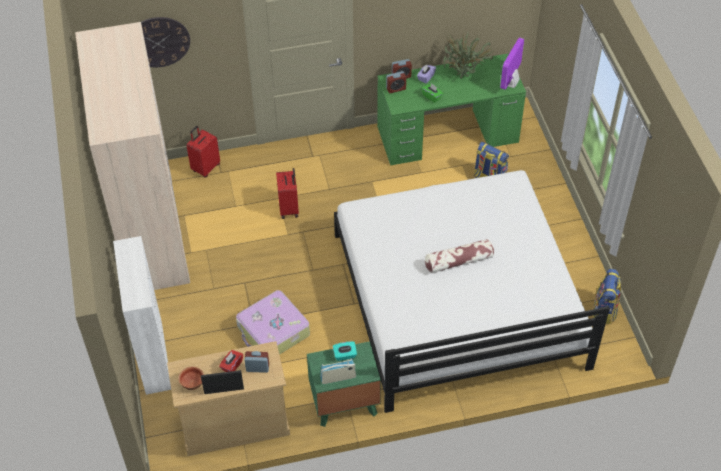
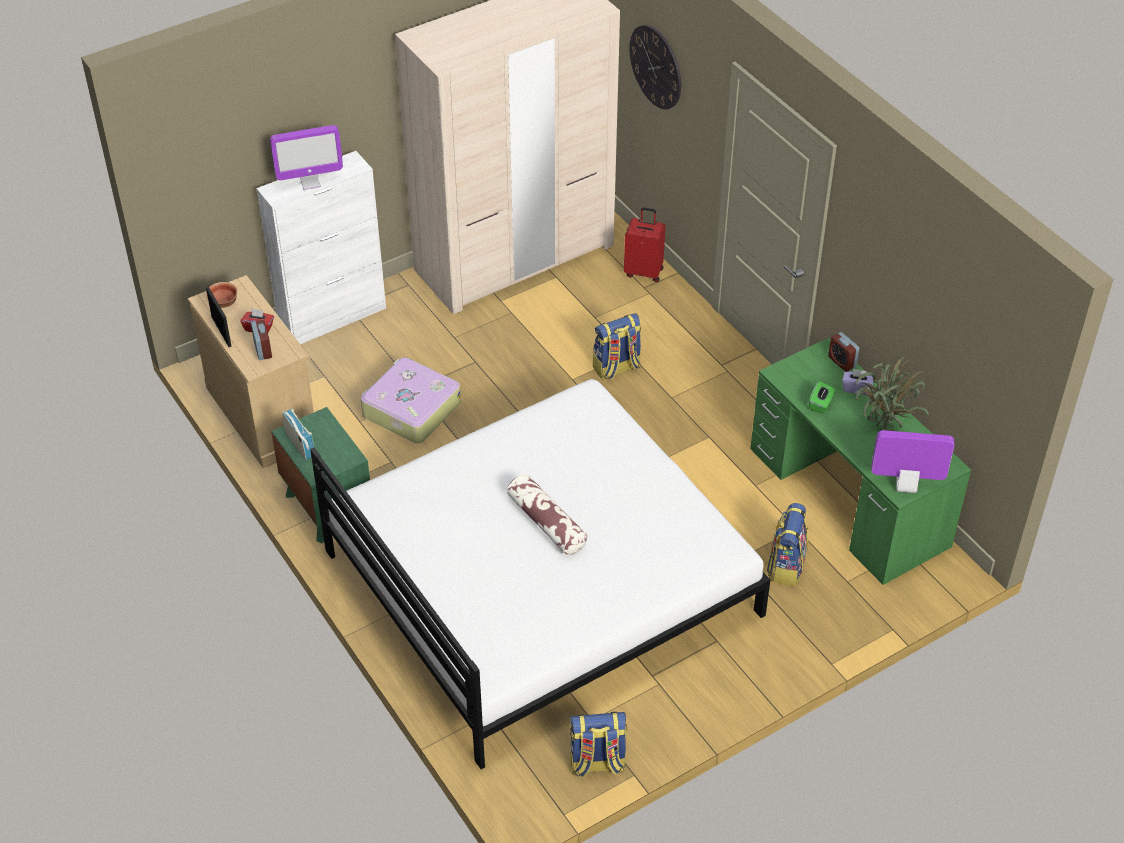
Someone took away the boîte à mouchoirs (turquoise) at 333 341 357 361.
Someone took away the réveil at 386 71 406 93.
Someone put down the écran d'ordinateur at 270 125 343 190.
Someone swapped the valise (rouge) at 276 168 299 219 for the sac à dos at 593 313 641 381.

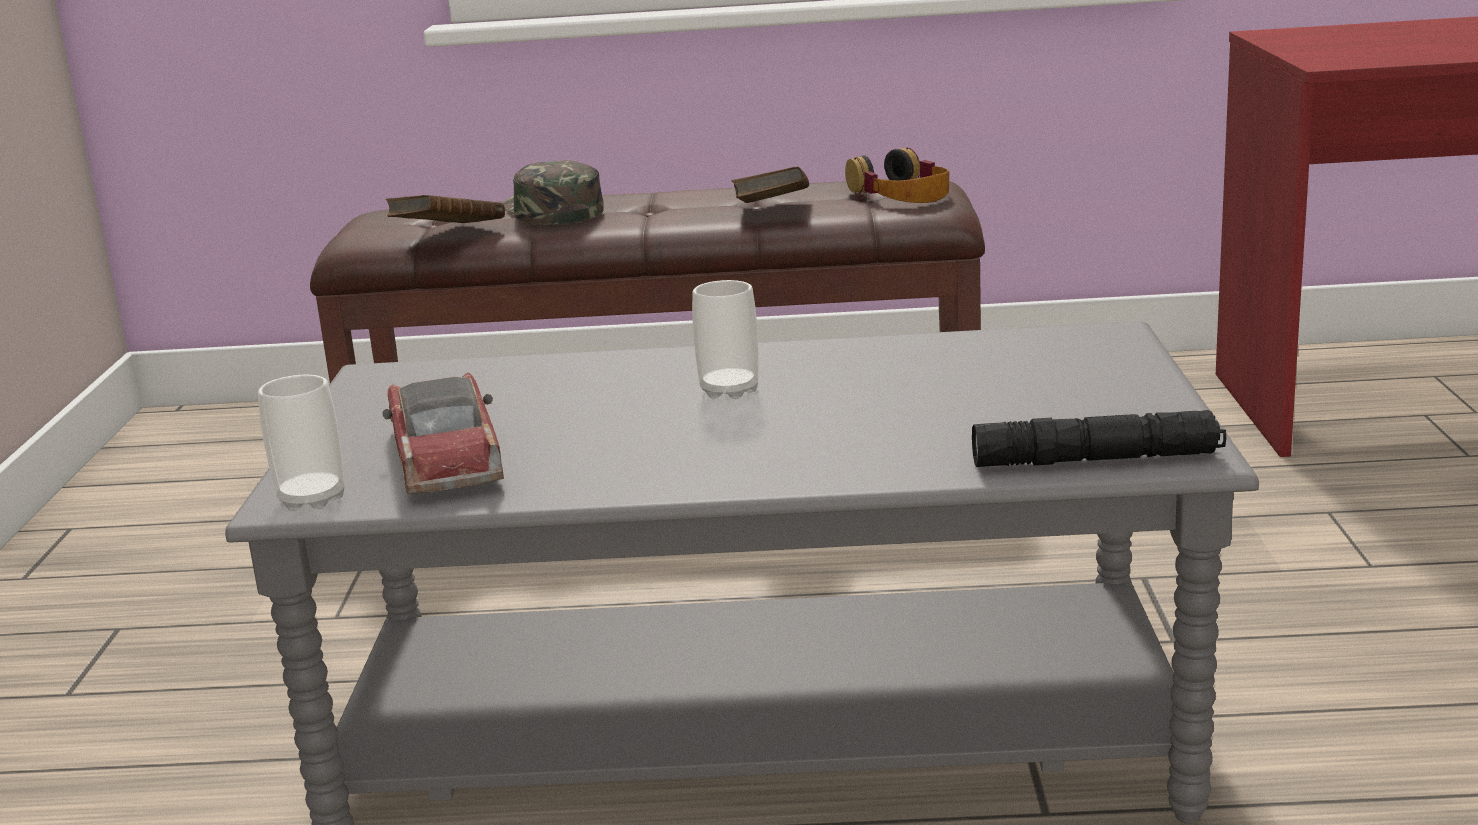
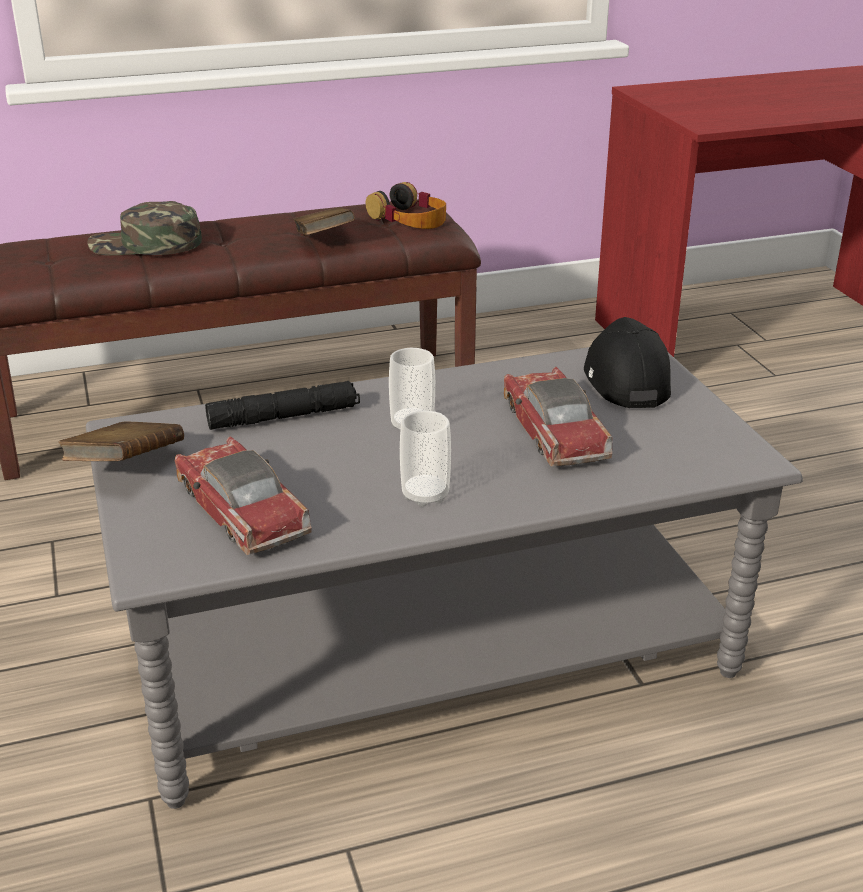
Someone put down the petite voiture at 504 367 613 466.
Someone put down the casquette (noir) at 584 317 671 408.
Someone carried the tasse from 258 375 344 511 to 400 411 451 507.
Someone carried the livre (marron) from 386 195 505 223 to 58 421 184 461.
Someone carried the lampe de poche (noir) from 972 410 1226 467 to 205 381 360 430.
Someone rotated the casquette (vert) at 504 160 604 225 by 45 degrees counterclockwise.

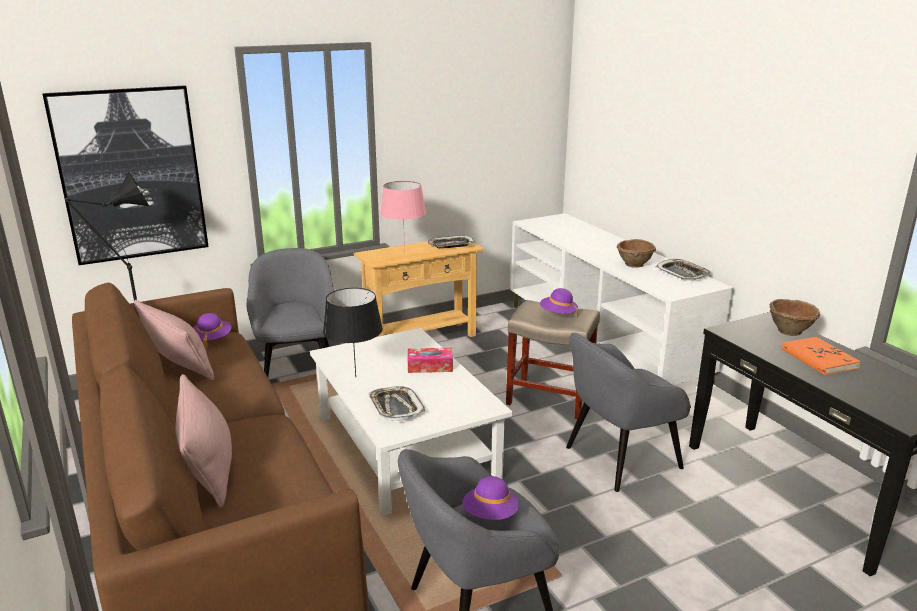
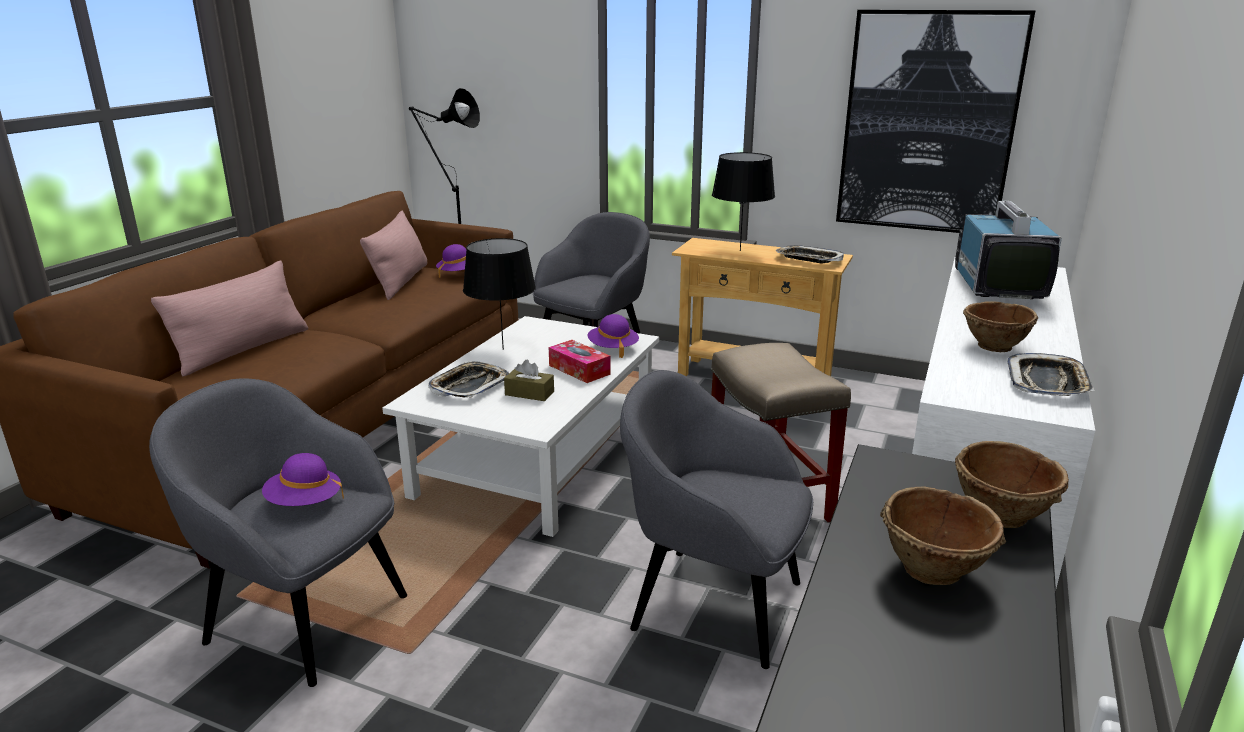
Someone put down the boîte à mouchoirs (marron) at 504 360 554 401.
Someone put down the téléviseur at 955 200 1062 299.
Someone carried the tableau from 42 85 209 265 to 836 10 1036 233.
Someone carried the chapeau (violet) from 540 288 578 317 to 588 314 639 358.
Someone swapped the livre (orange) at 782 337 861 375 for the bol (marron) at 880 487 1006 585.
Someone repainted the lampe de table (rose) at 380 181 426 253, which became the lampe de table (noir) at 712 152 775 251.

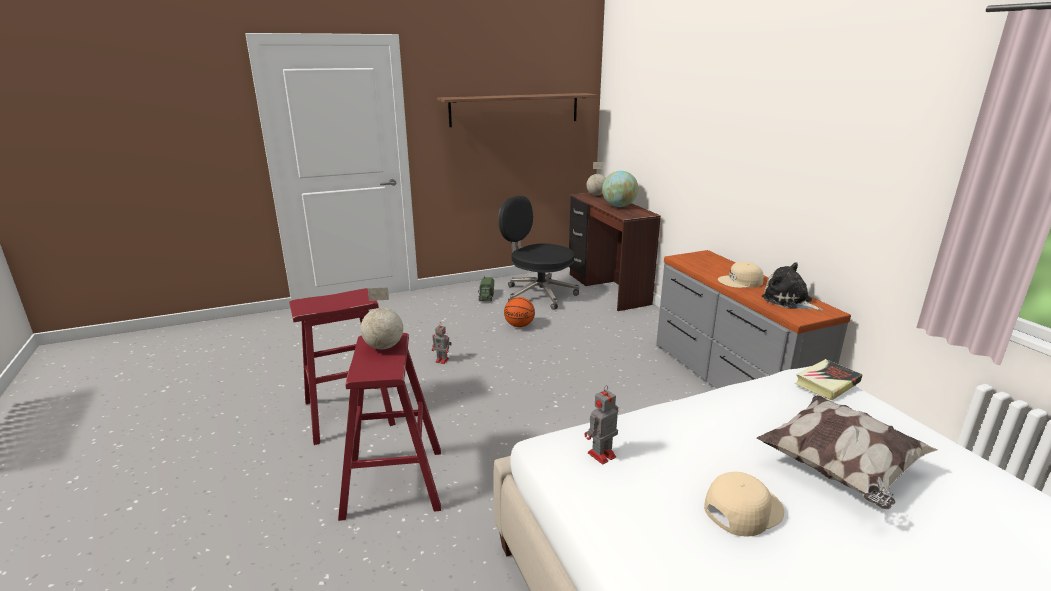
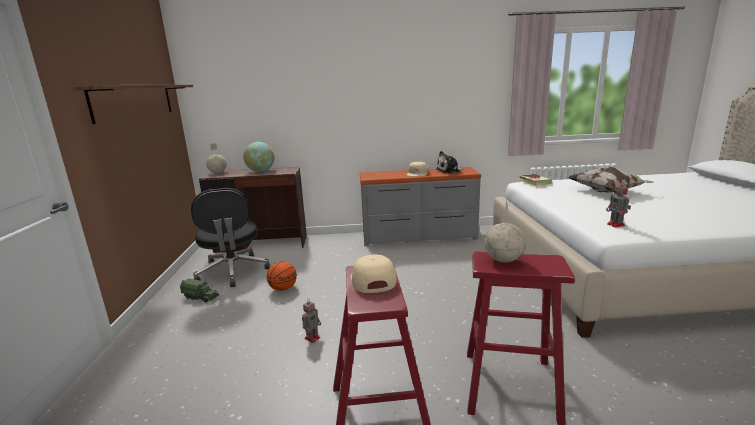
Someone carried the casquette (beige) from 704 472 784 537 to 350 255 396 293.
Someone rotated the chaise de bureau (noir) at 498 196 579 310 by 75 degrees counterclockwise.

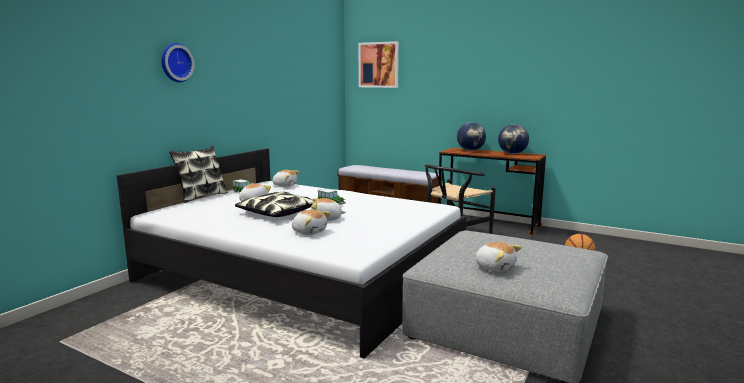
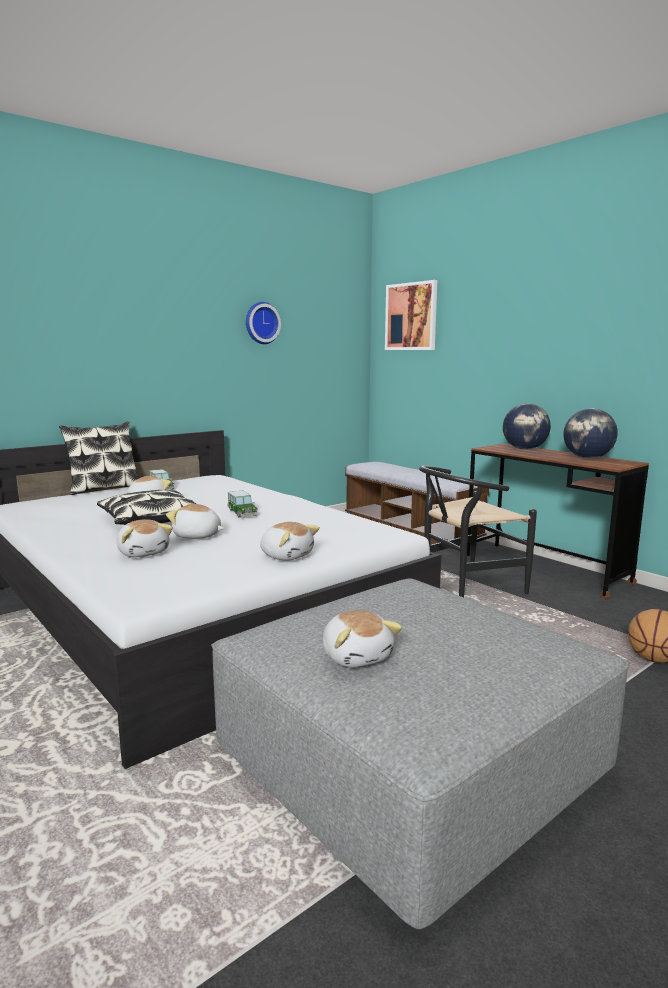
Someone carried the horloge murale from 161 43 194 82 to 246 302 281 344.
Someone carried the peluche from 272 170 299 187 to 260 522 320 561.

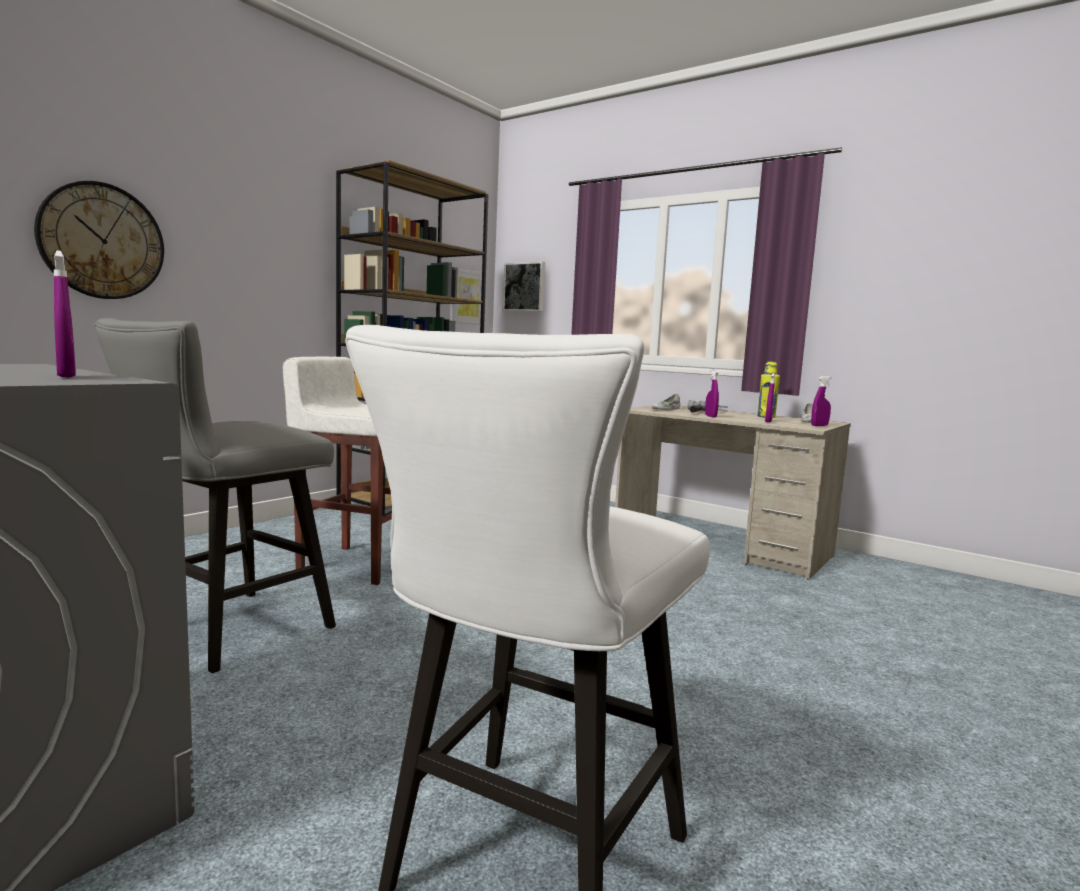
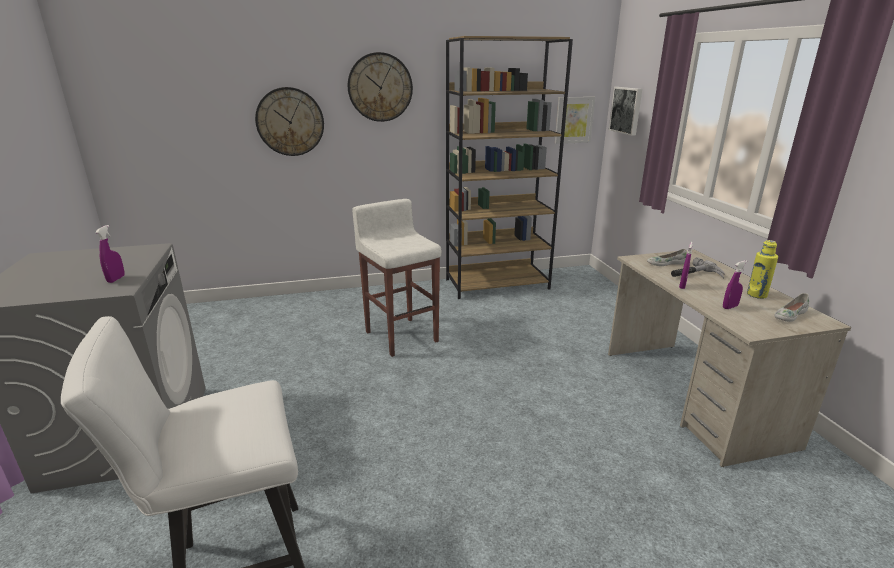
Someone took away the tabouret (gris) at 95 318 336 673.
Someone took away the vaporisateur (violet) at 811 376 832 426.
Someone put up the horloge murale at 348 52 413 122.

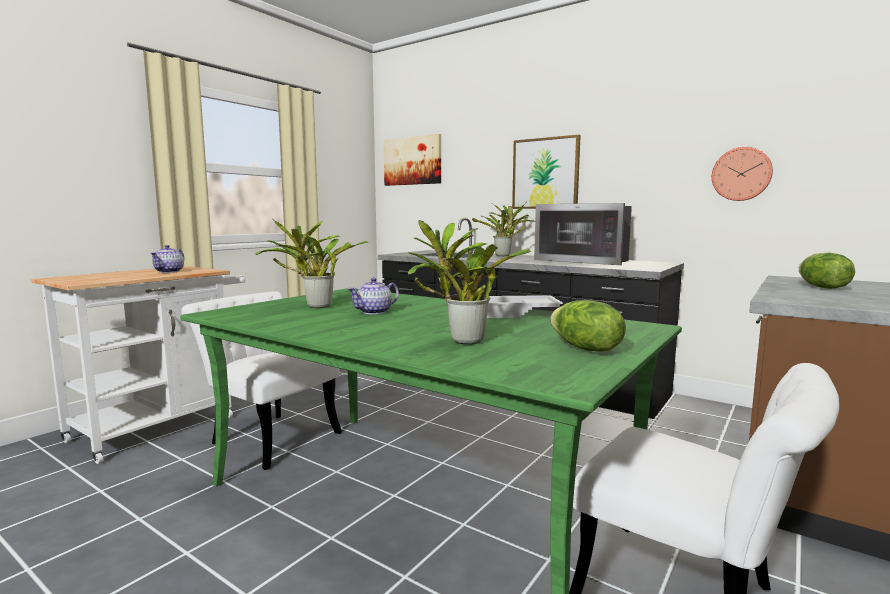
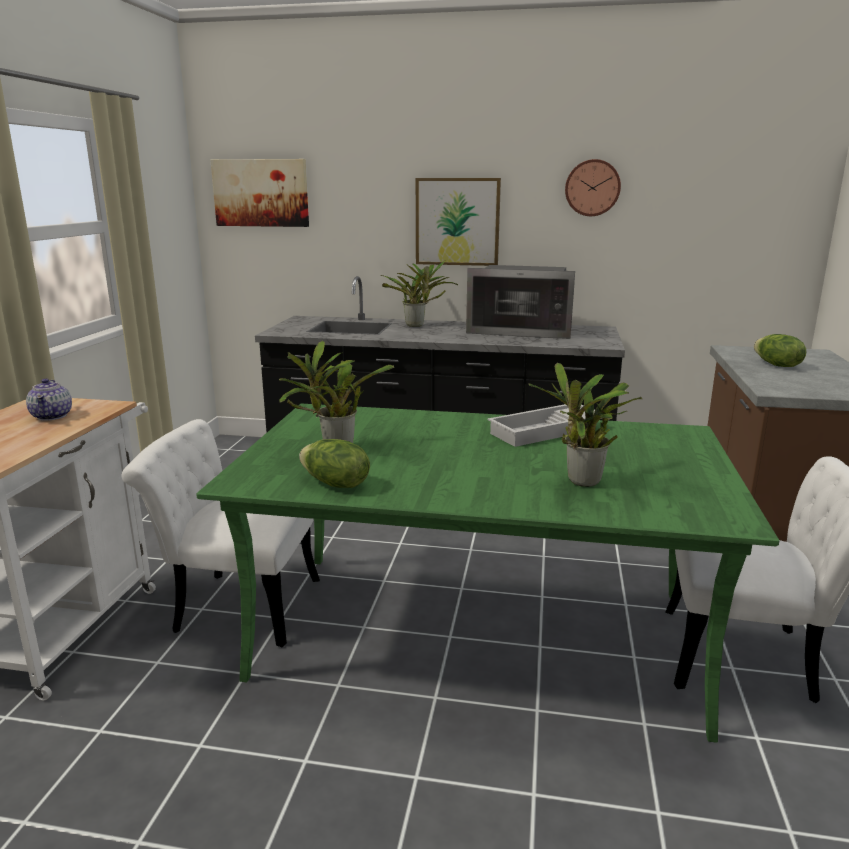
Someone took away the théière at 348 278 399 314.
Someone carried the laitue from 550 300 626 351 to 299 439 370 488.
Someone carried the horloge murale from 712 147 773 201 to 565 159 621 216.

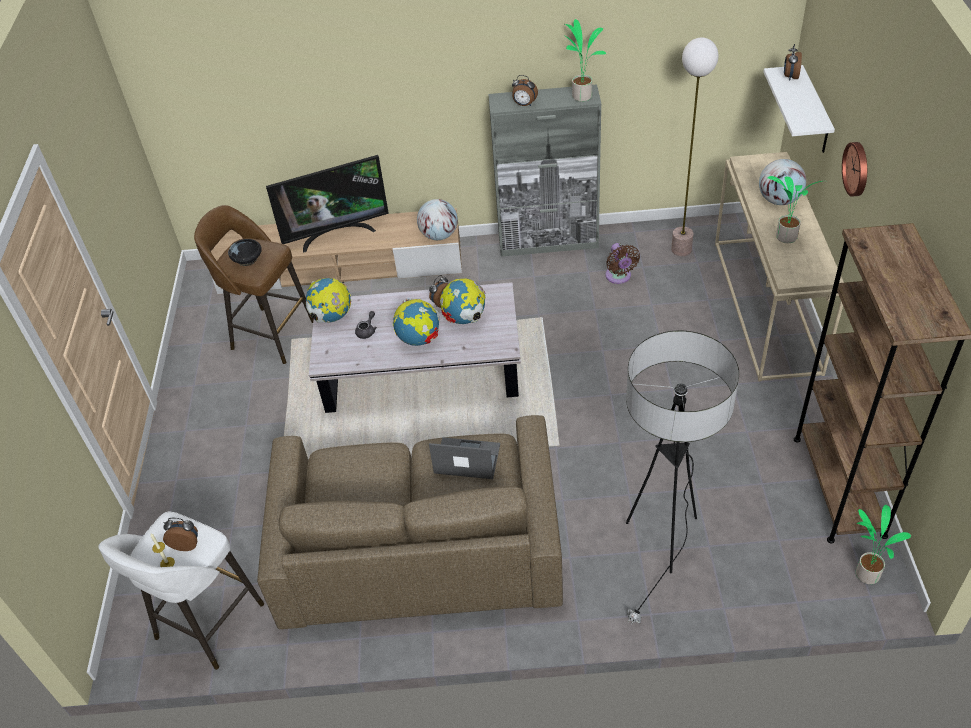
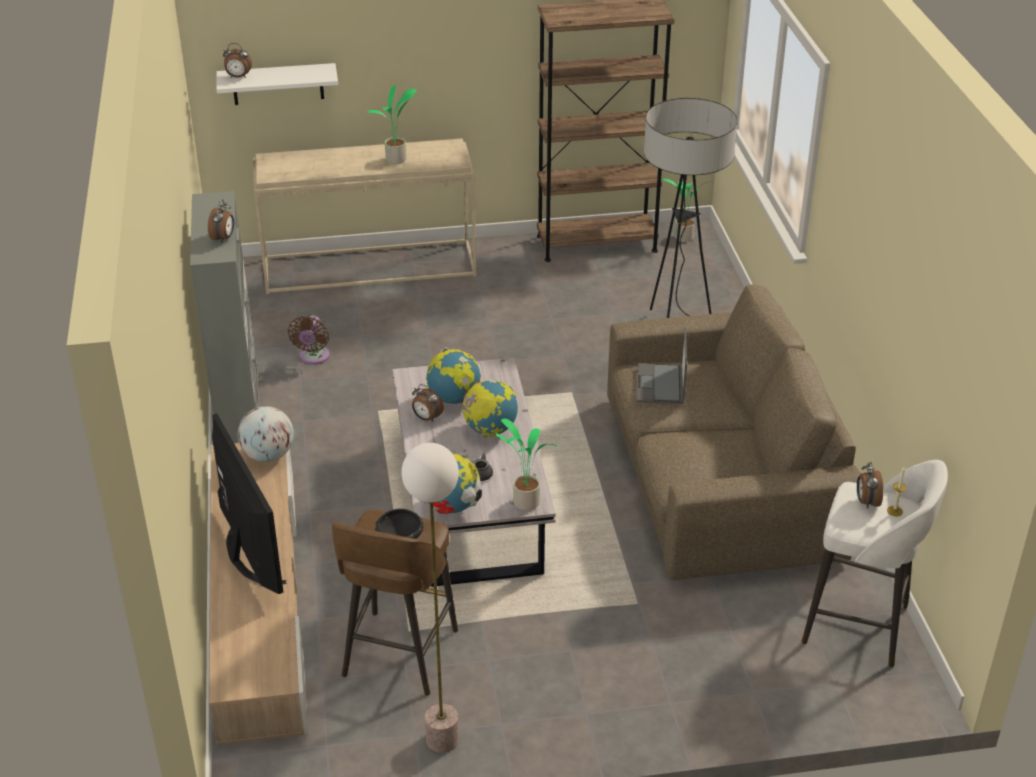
Someone took away the globe at 759 159 806 205.
Someone took away the horloge murale at 842 142 867 197.
Someone carried the plante en pot from 563 19 606 102 to 494 419 557 511.
Someone carried the lampadaire from 671 37 719 256 to 401 443 459 753.
Someone rotated the ventilateur (marron) at 606 243 640 284 by 120 degrees clockwise.

